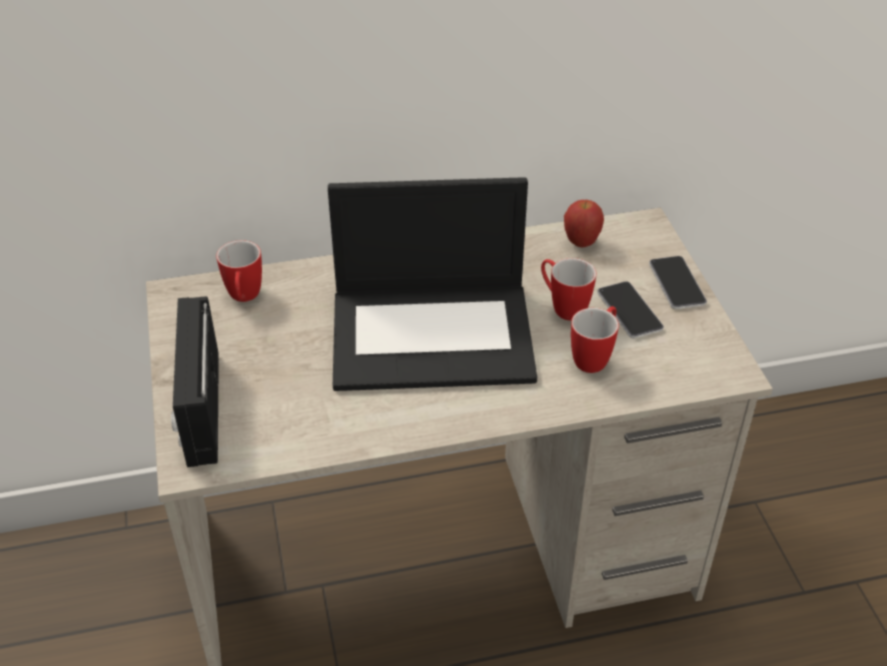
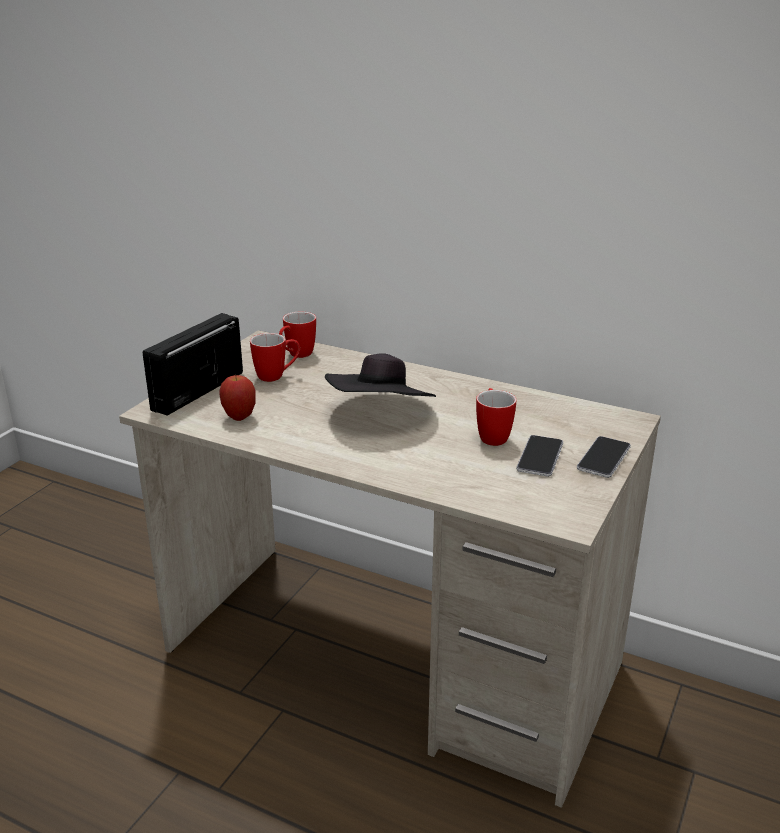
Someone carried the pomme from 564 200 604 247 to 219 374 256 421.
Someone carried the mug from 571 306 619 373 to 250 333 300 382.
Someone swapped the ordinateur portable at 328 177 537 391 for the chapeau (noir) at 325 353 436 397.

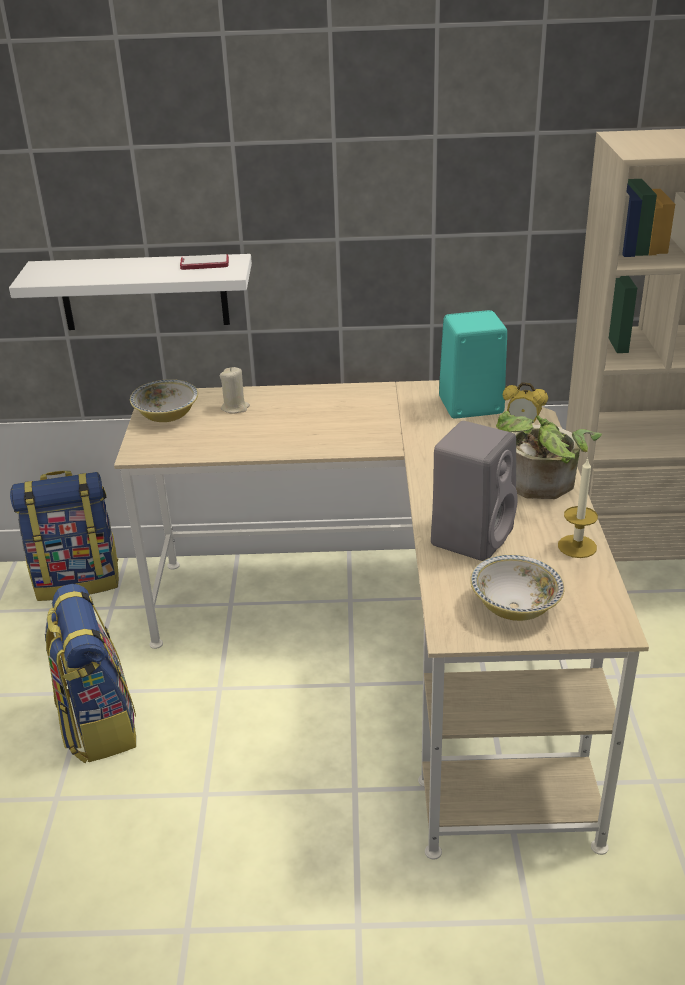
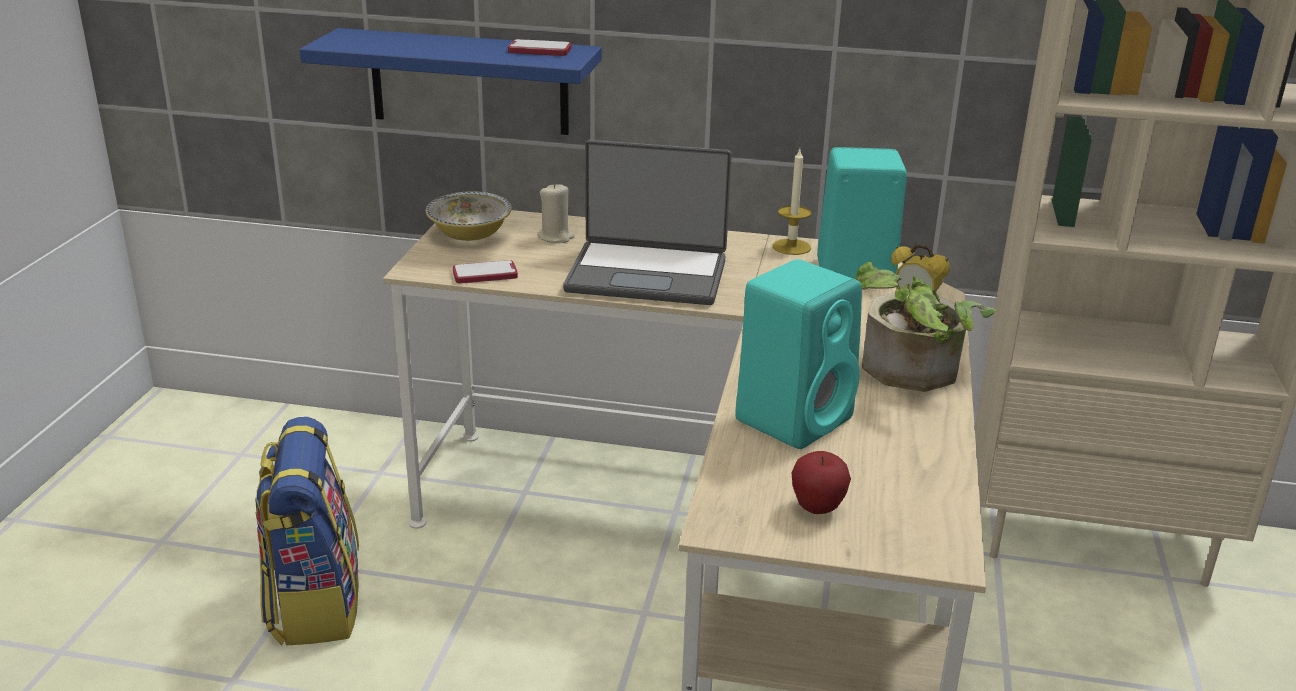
Someone took away the sac à dos at 10 470 119 601.
Someone put down the téléphone at 453 260 518 284.
Someone put down the ordinateur portable at 563 140 732 305.
Someone carried the bougie from 558 458 598 558 to 773 149 811 255.
Someone swapped the bol at 470 555 565 621 for the pomme at 791 451 851 514.
Someone repainted the étagère (blanc) at 9 254 252 330, which became the étagère (bleu) at 300 28 602 135.
Someone repainted the enceinte (gris) at 431 421 518 561, which became the enceinte (turquoise) at 735 259 862 449.

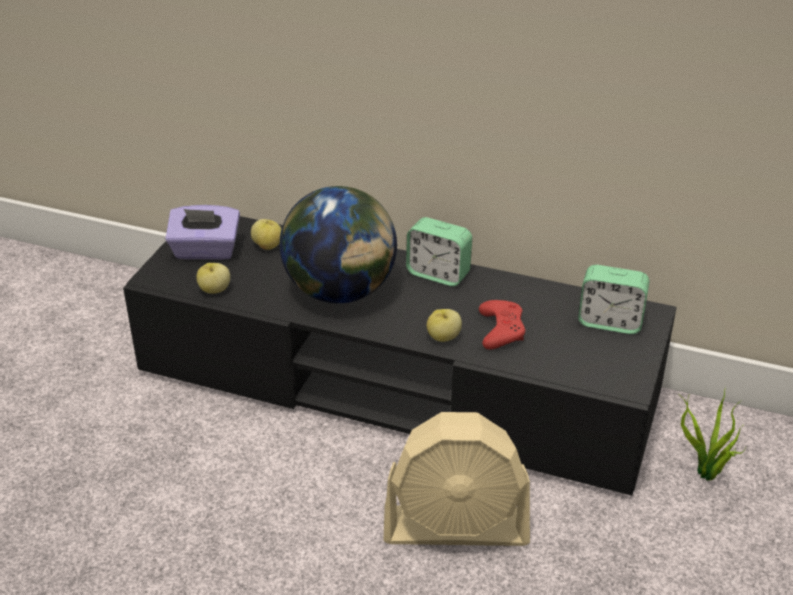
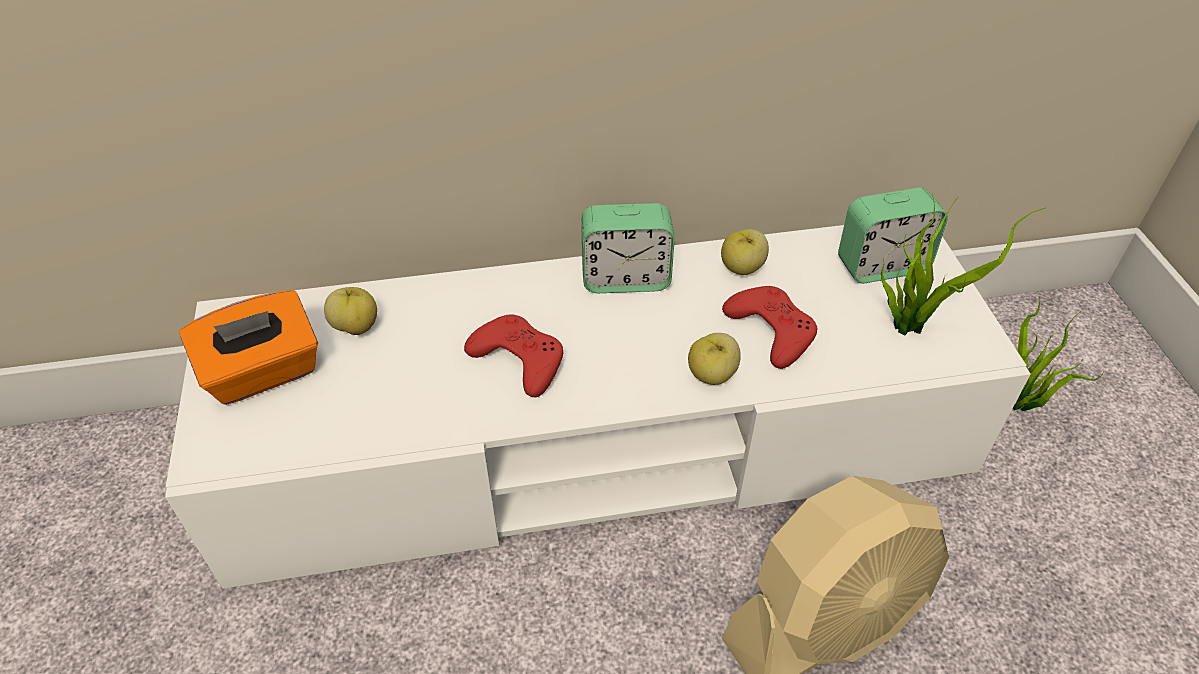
Someone put down the plante en pot at 881 193 1046 336.
Someone carried the pomme from 196 263 230 294 to 721 229 769 275.
Someone swapped the globe at 280 186 397 303 for the manette (rouge) at 464 315 563 397.
Someone repainted the meuble télé (noir) at 123 216 677 496, which became the meuble télé (blanc) at 165 225 1031 589.
Someone repainted the boîte à mouchoirs (violet) at 165 205 240 260, which became the boîte à mouchoirs (orange) at 179 290 318 405.

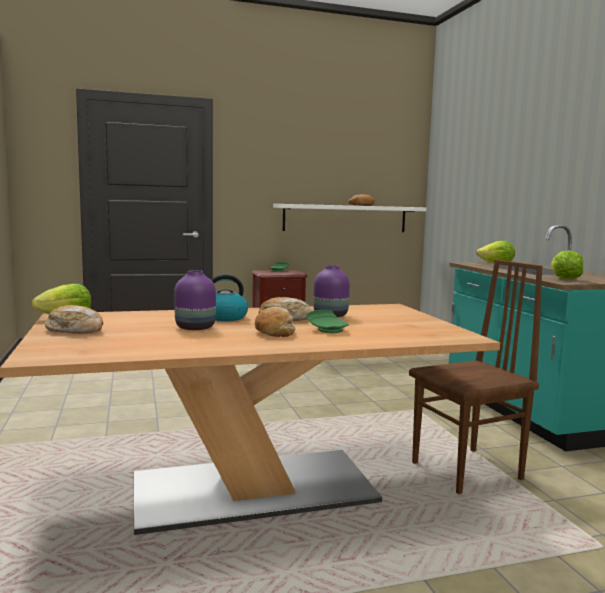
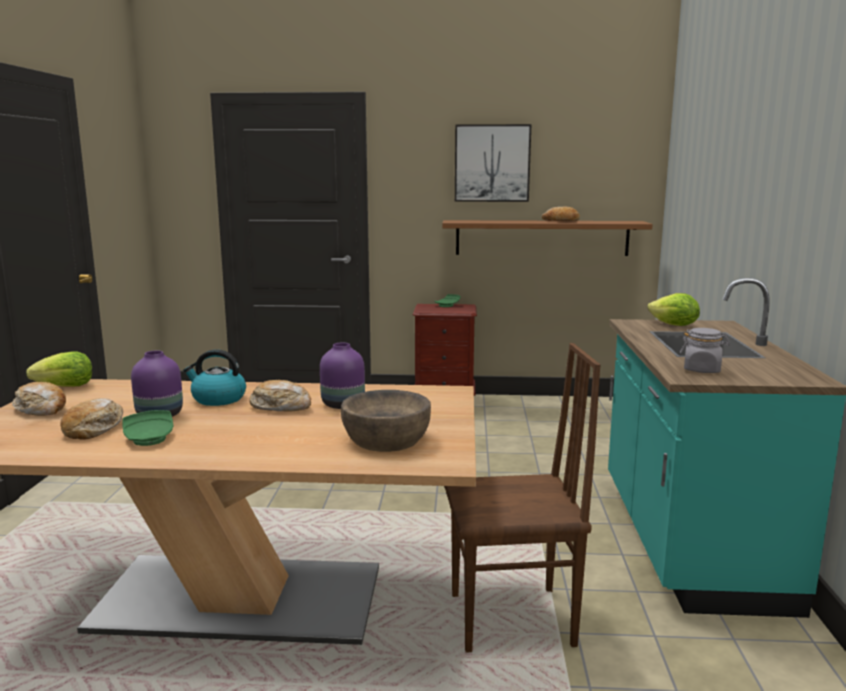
Someone put down the bol (marron) at 341 390 431 452.
Someone put up the tableau at 455 124 531 202.
Someone carried the pain from 255 307 296 337 to 61 398 123 440.
Someone carried the assiette (vert) from 306 310 349 333 to 122 410 173 446.
Someone swapped the laitue at 551 250 584 279 for the bocal (gris) at 680 328 730 373.
Someone repainted the étagère (blanc) at 273 204 426 232, which became the étagère (marron) at 442 220 653 256.

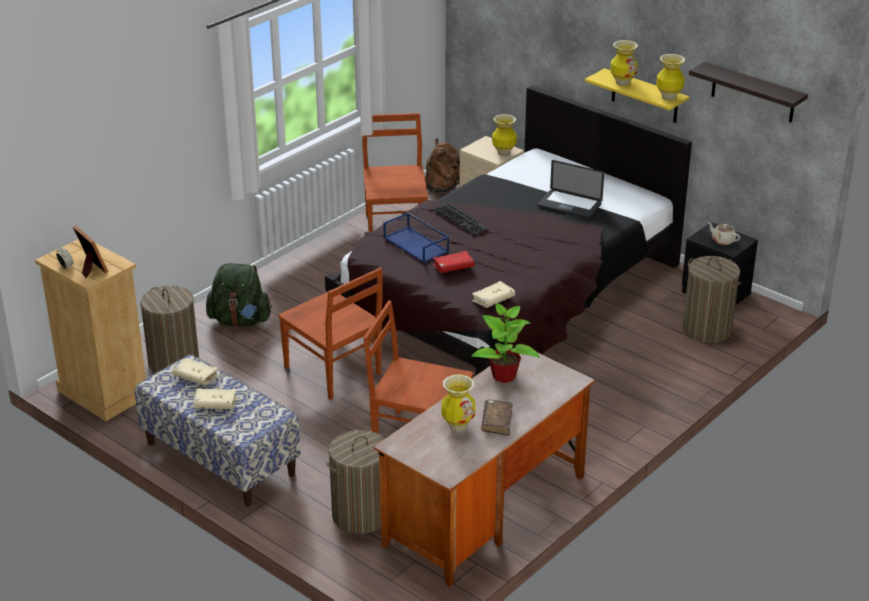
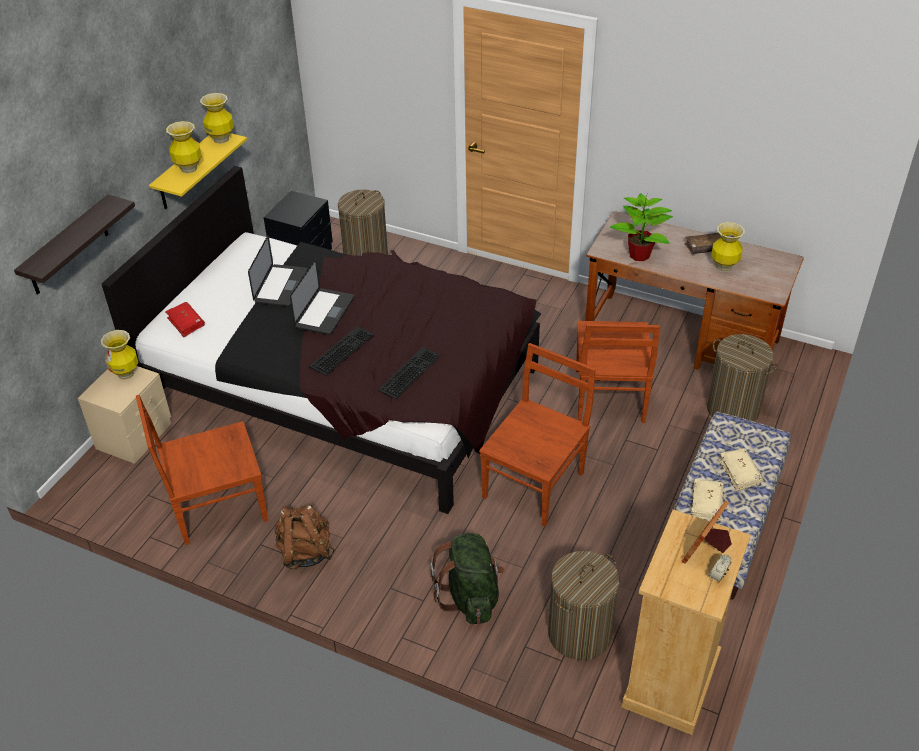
Someone took away the livre (beige) at 472 281 515 308.
Someone took away the théière (beige) at 708 222 740 245.
Someone put down the ordinateur portable at 290 259 354 335.
Someone carried the sac à dos (marron) from 425 138 460 192 to 275 504 335 569.
Someone carried the livre (rouge) from 433 251 474 273 to 165 302 205 337.
Someone carried the étagère from 689 62 808 123 to 14 194 135 295.
Someone swapped the plateau (bleu) at 383 212 449 263 for the clavier at 378 347 441 399.

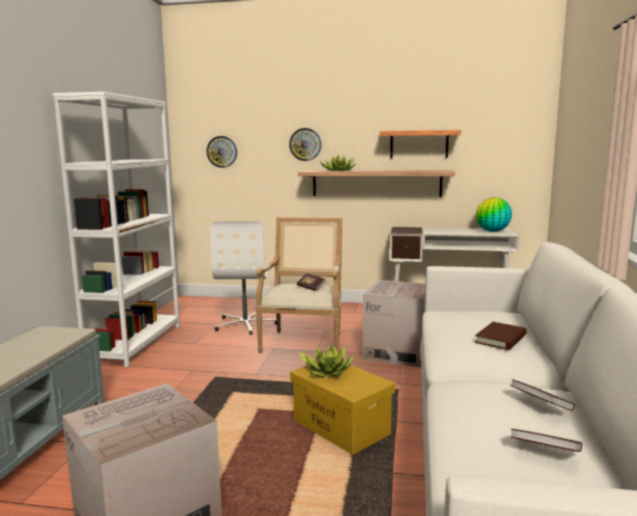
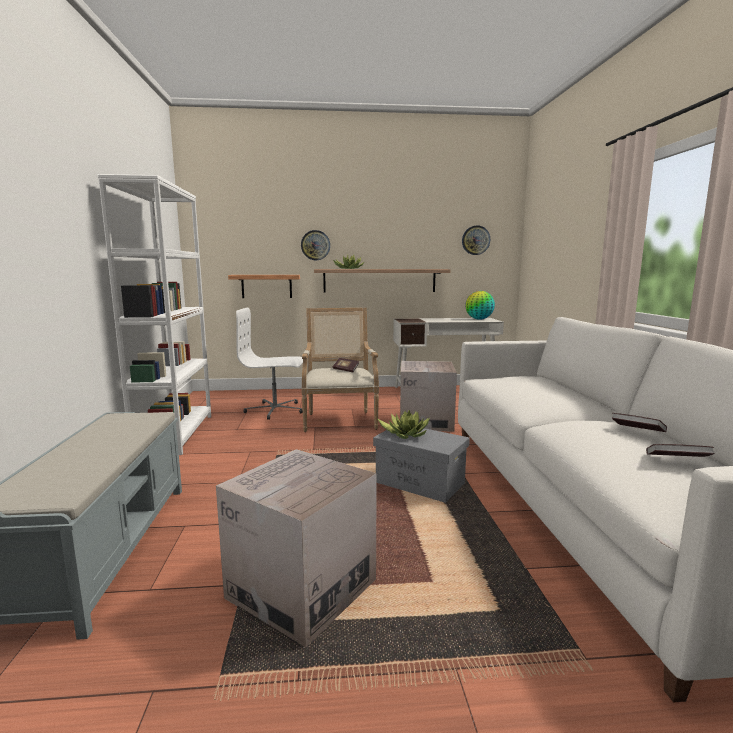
Someone took away the livre (marron) at 475 322 527 350.
Someone carried the horloge murale from 206 136 237 168 to 462 226 490 255.
Someone carried the étagère from 379 130 461 158 to 228 275 300 298.
Someone repainted the boîte de rangement (jaune) at 290 362 395 455, which became the boîte de rangement (gris) at 373 428 470 503.
Someone rotated the chaise de bureau (blanc) at 210 221 277 335 by 105 degrees clockwise.

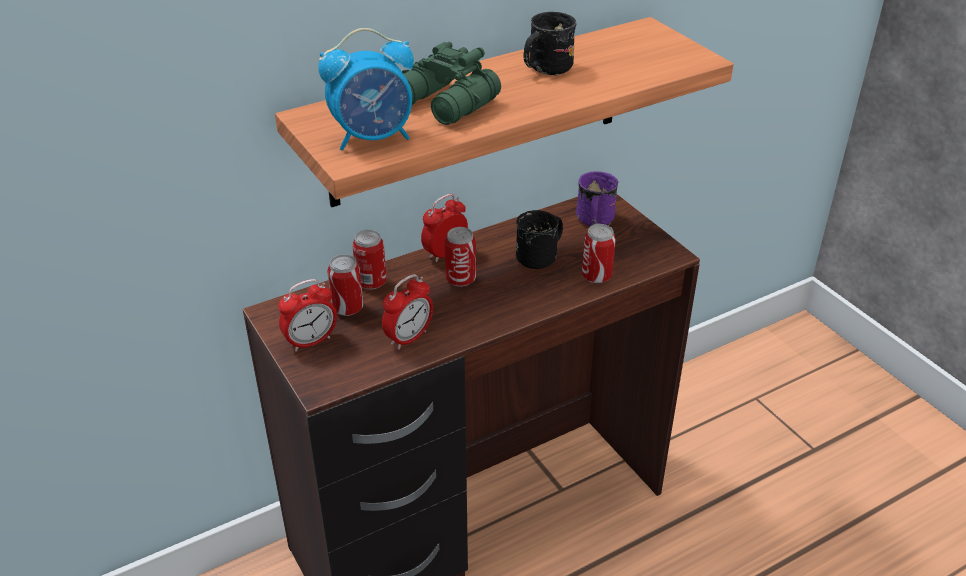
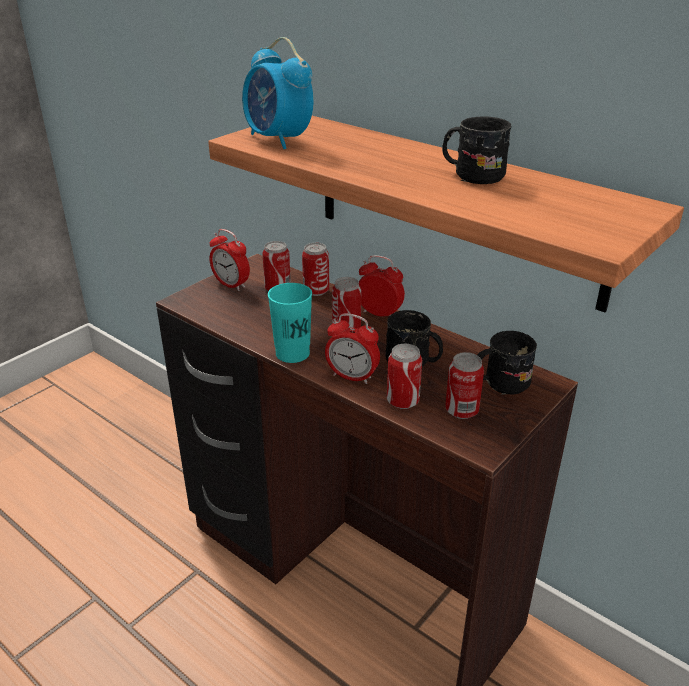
Someone took away the jumelles (vert) at 402 42 501 125.
Someone put down the tasse (turquoise) at 268 283 312 363.
Someone put down the boîte métallique at 445 352 484 419.
Someone carried the réveil from 382 274 433 350 to 325 313 380 384.
Someone repainted the mug (violet) at 576 171 618 226, which became the mug (noir) at 478 331 537 395.

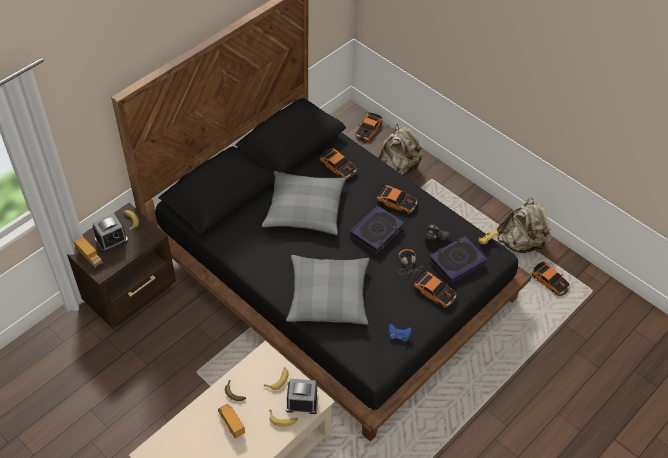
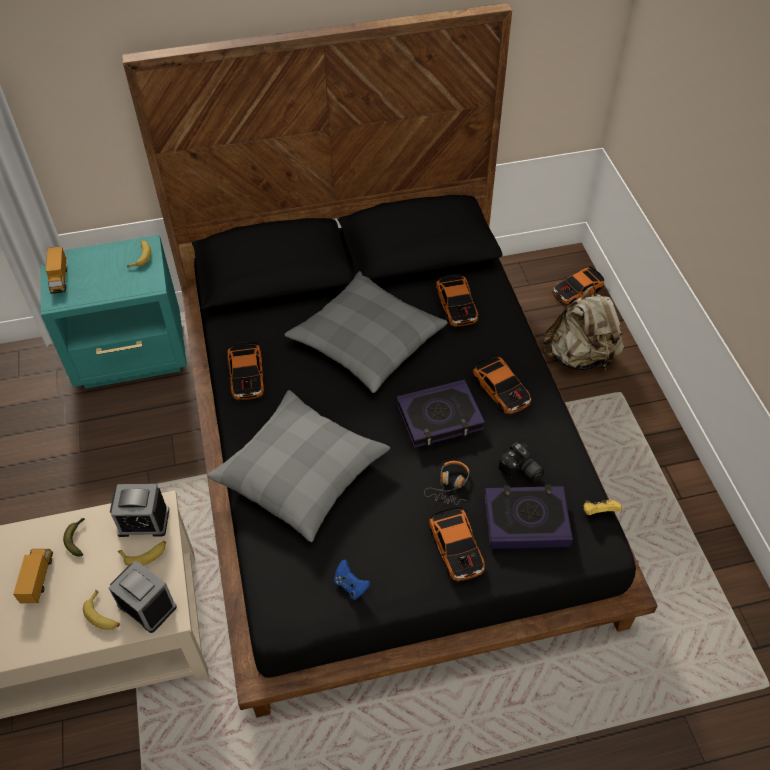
Someone took away the sac à dos (beige) at 497 197 552 253.
Someone carried the réveil from 92 213 128 252 to 110 484 169 537.
Someone carried the petite voiture from 532 261 570 296 to 227 342 264 401.
Someone repainted the table de chevet (marron) at 67 203 176 329, which became the table de chevet (turquoise) at 41 235 187 389.

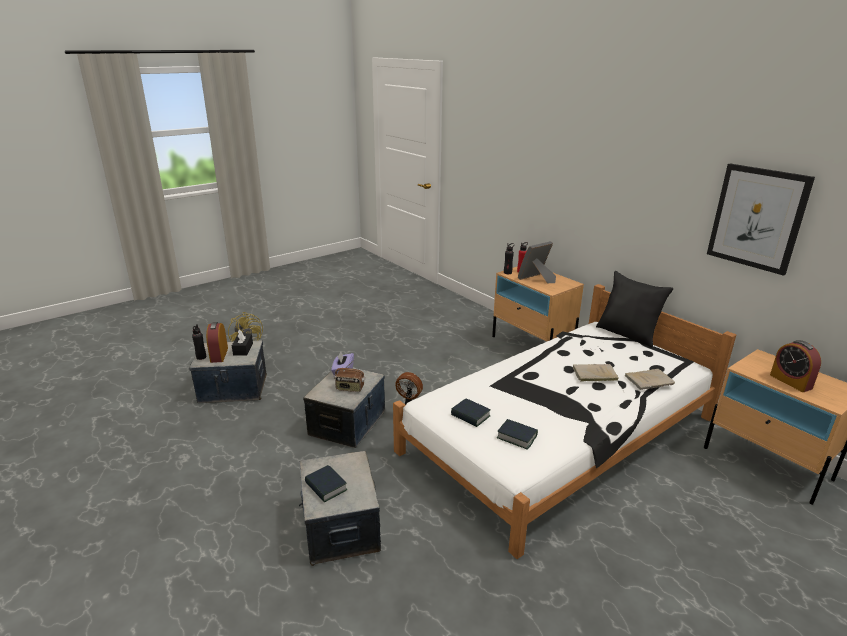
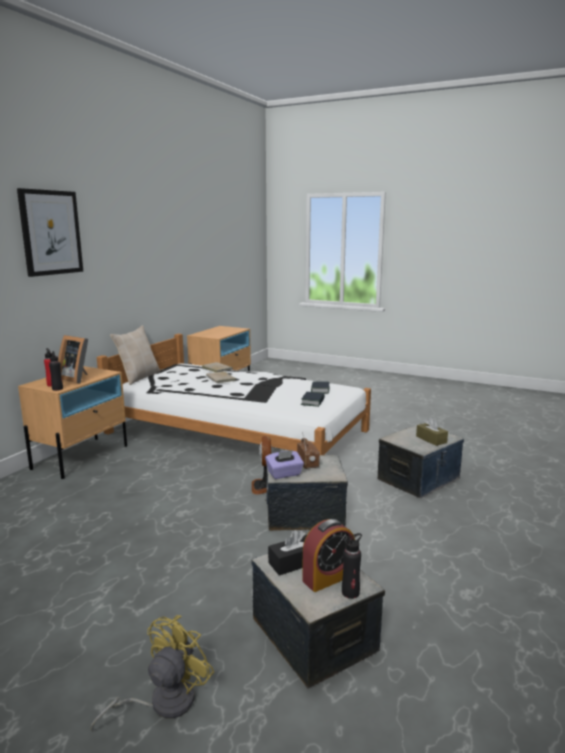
Someone took away the réveil at 770 340 821 392.
Someone carried the tableau from 707 164 815 276 to 17 188 83 277.
Someone swapped the livre at 305 465 347 503 for the boîte à mouchoirs (marron) at 416 417 448 446.
Someone repainted the coussin (noir) at 596 271 673 347, which became the coussin (beige) at 110 325 161 385.

